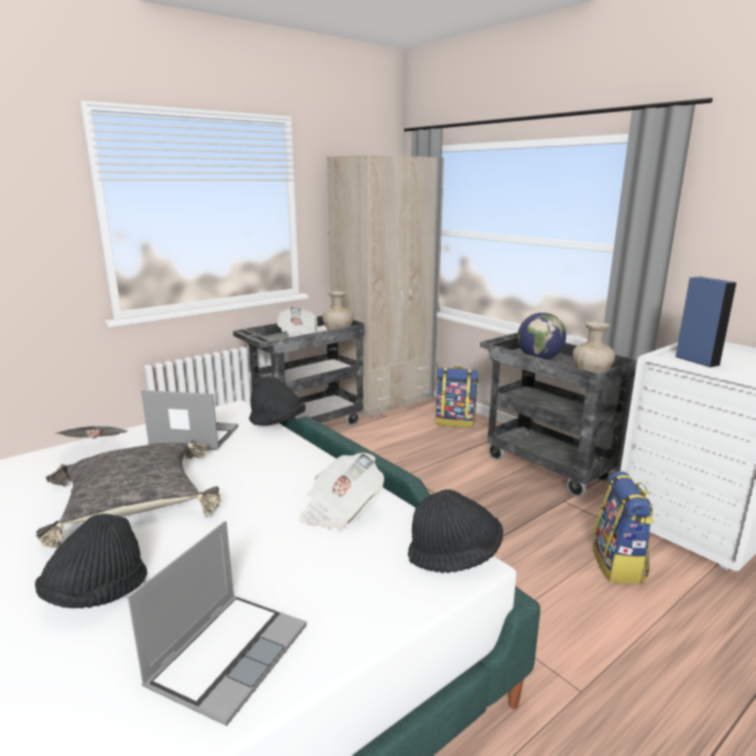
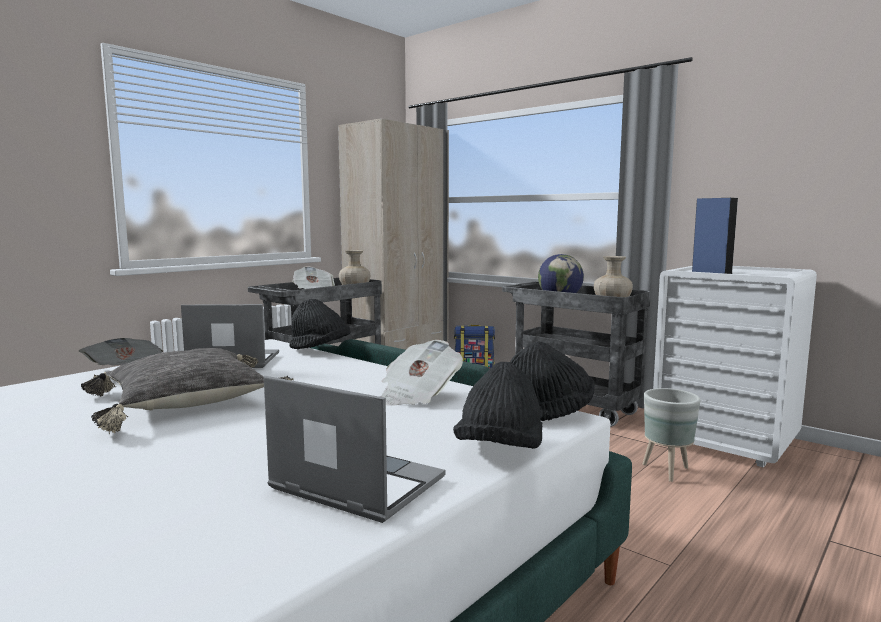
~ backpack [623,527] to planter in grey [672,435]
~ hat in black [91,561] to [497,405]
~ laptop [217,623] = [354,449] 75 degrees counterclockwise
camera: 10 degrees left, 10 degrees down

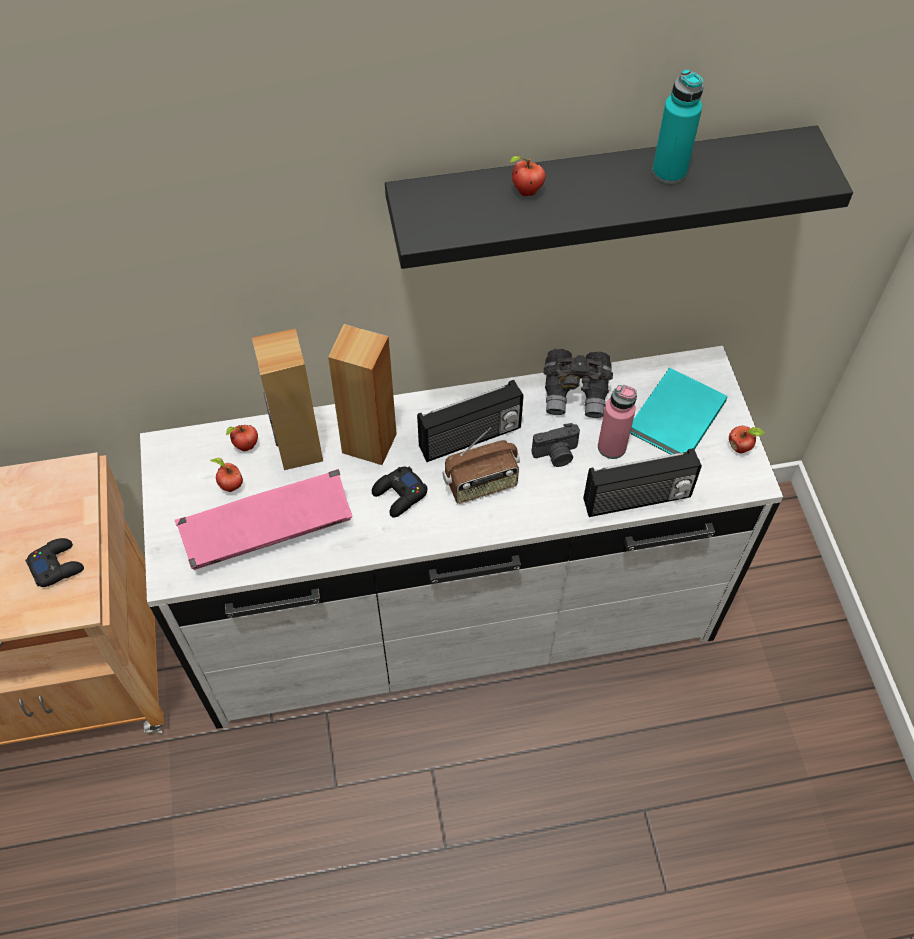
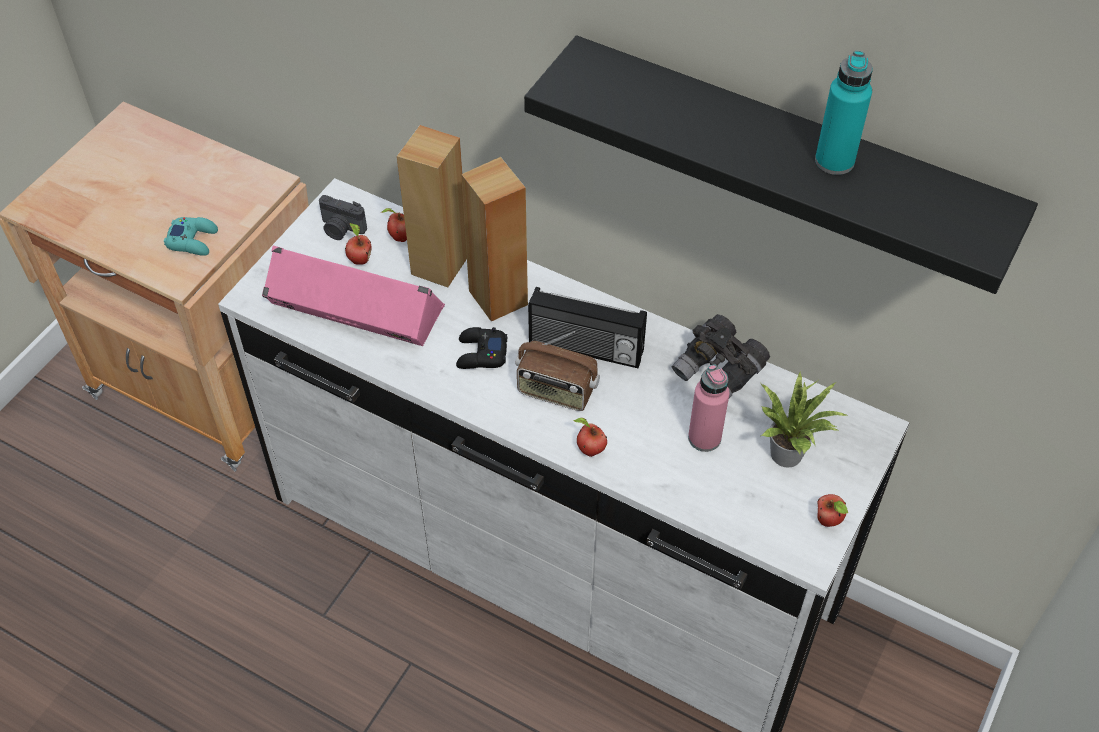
~ apple [528,176] to [590,437]
~ book in turquoise [678,411] to potted plant [804,420]
~ photo camera [555,445] to [343,217]
- radio [642,482]
~ game controller in black [54,562] to game controller in turquoise [191,236]
camera: 40 degrees right, 5 degrees down

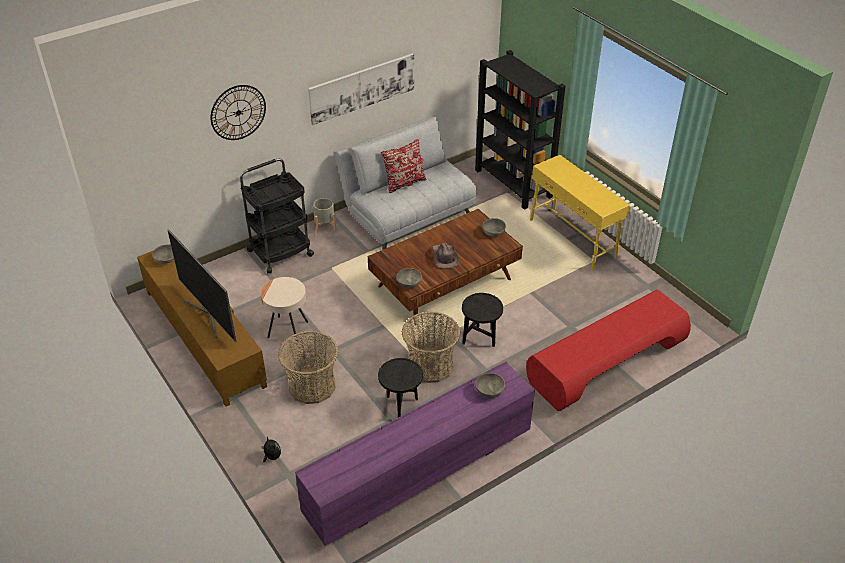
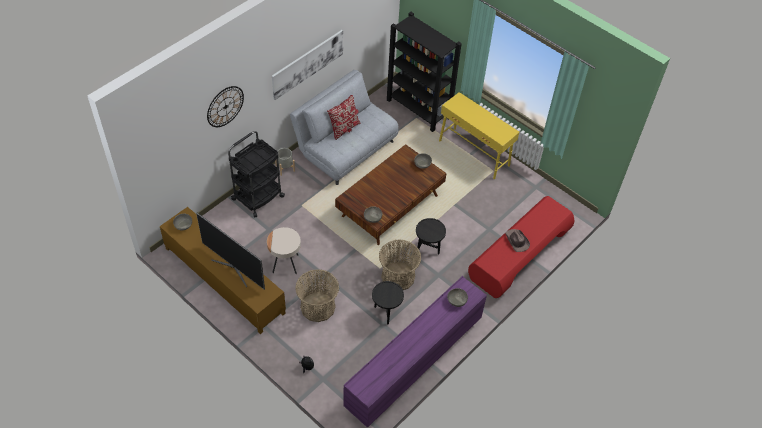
~ hat in brown [445,256] to [517,240]
camera: 15 degrees left, 10 degrees up

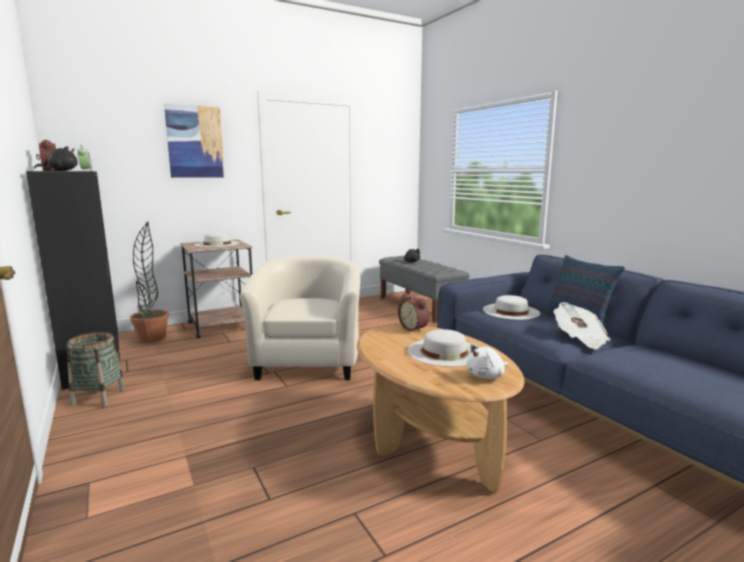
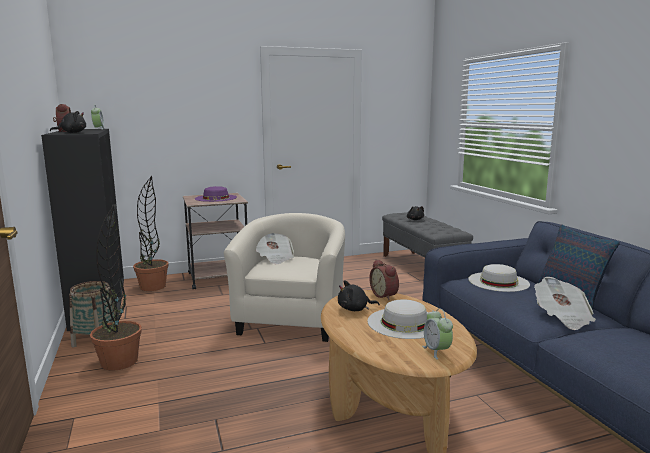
- picture [194,140]
~ hat in white [217,239] to hat in purple [216,194]
~ plush toy in white [487,361] to alarm clock [437,334]
+ potted plant [116,288]
+ newspaper [275,249]
+ plush toy in black [359,296]
camera: 10 degrees right, 0 degrees up

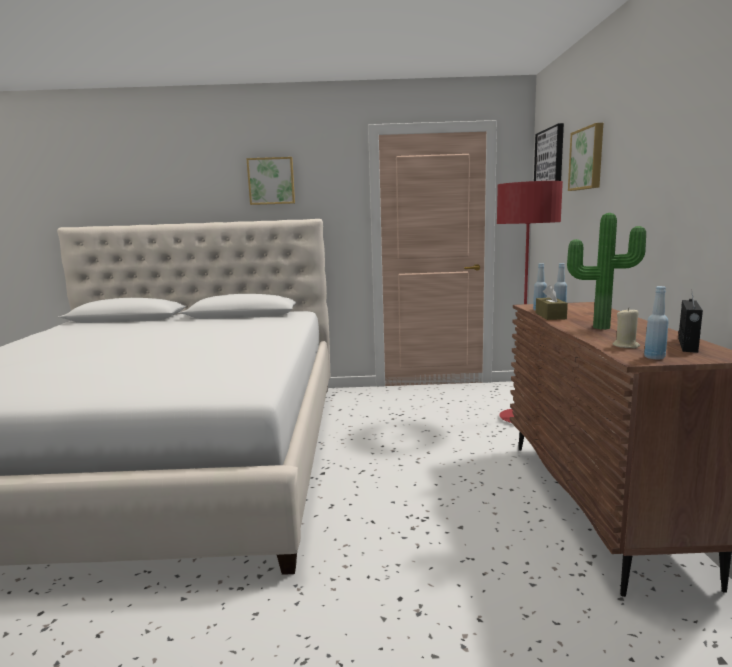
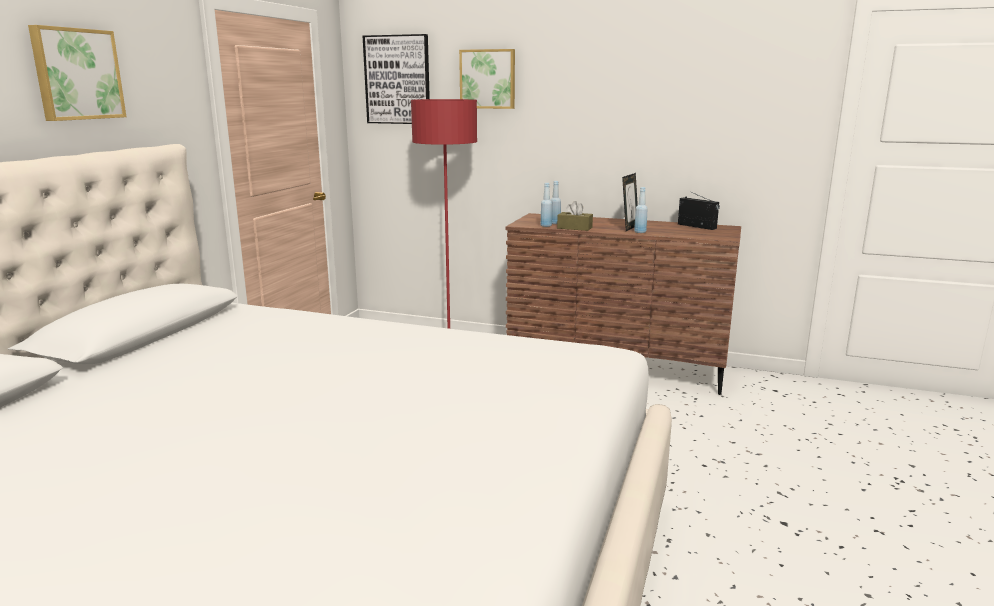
~ potted plant [606,271] to picture frame [630,202]
~ bottle in blue [656,322] to [641,210]
- candle in beige [626,328]
camera: 70 degrees left, 5 degrees up

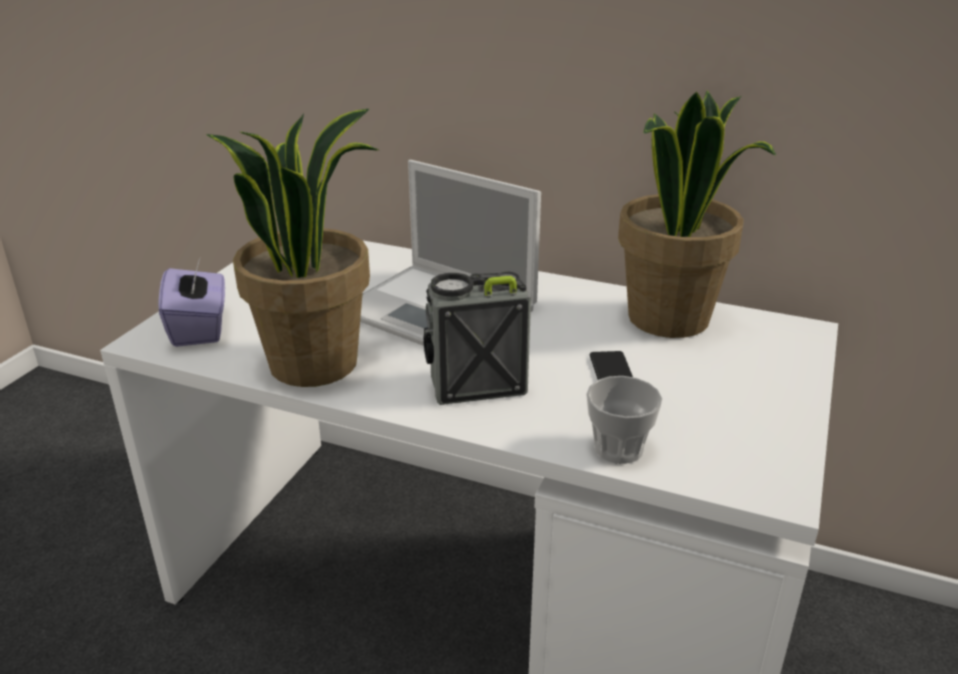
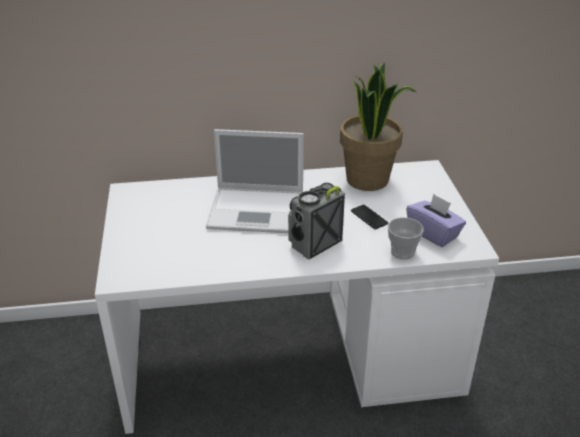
- potted plant [292,248]
~ tissue box in purple [191,301] to [436,220]
camera: 30 degrees left, 5 degrees up

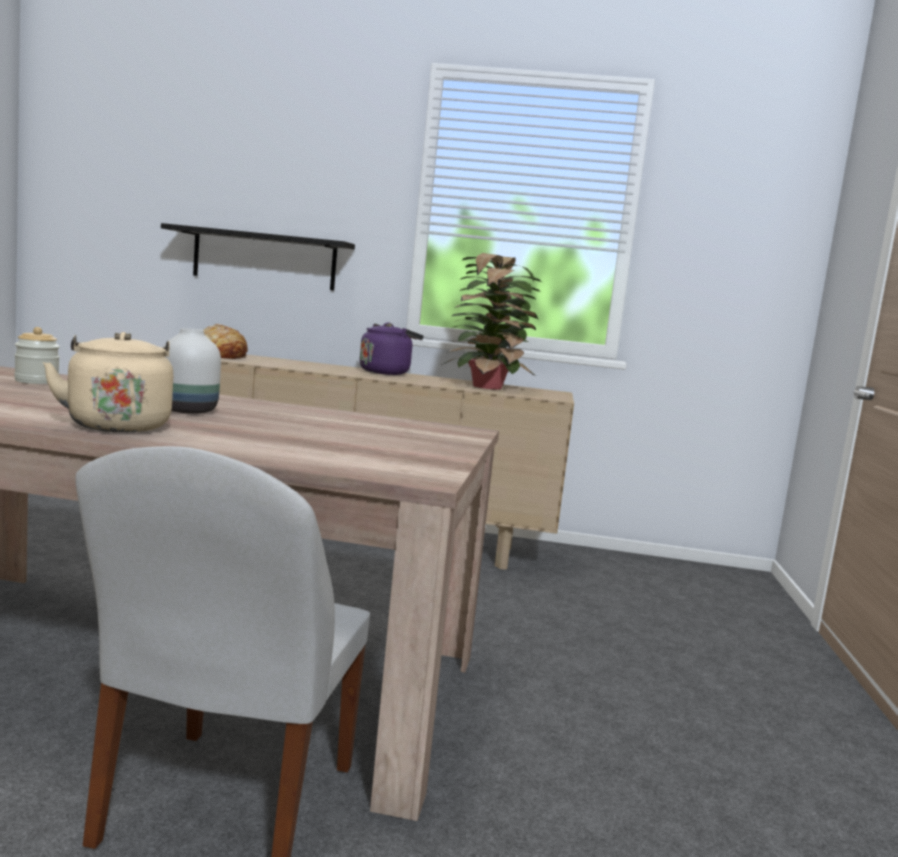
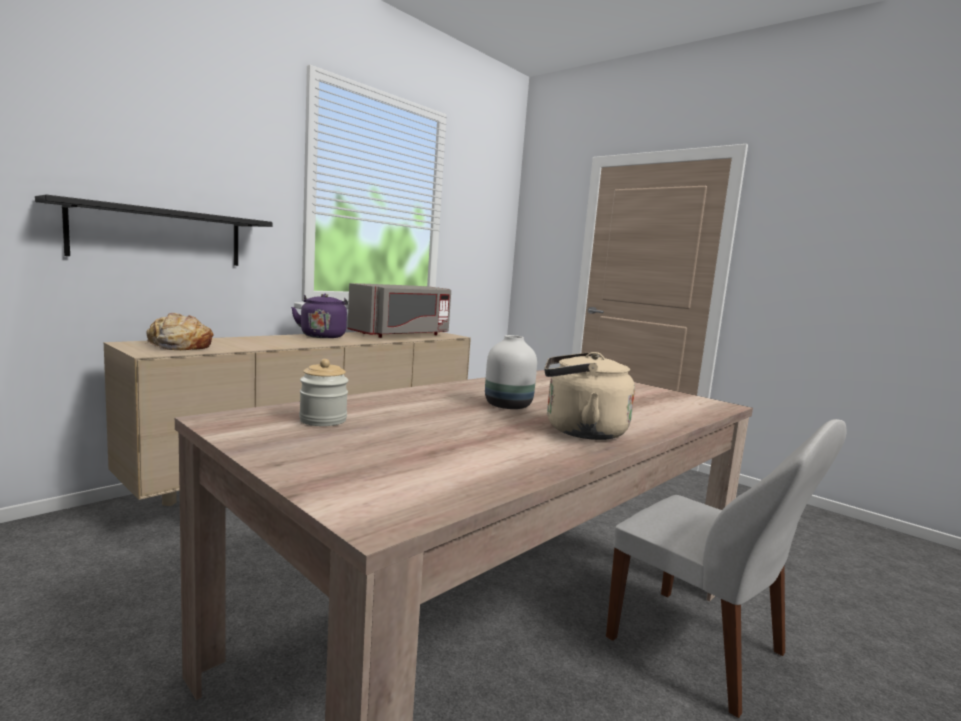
~ potted plant [491,321] to microwave in grey [399,310]
camera: 55 degrees left, 0 degrees up

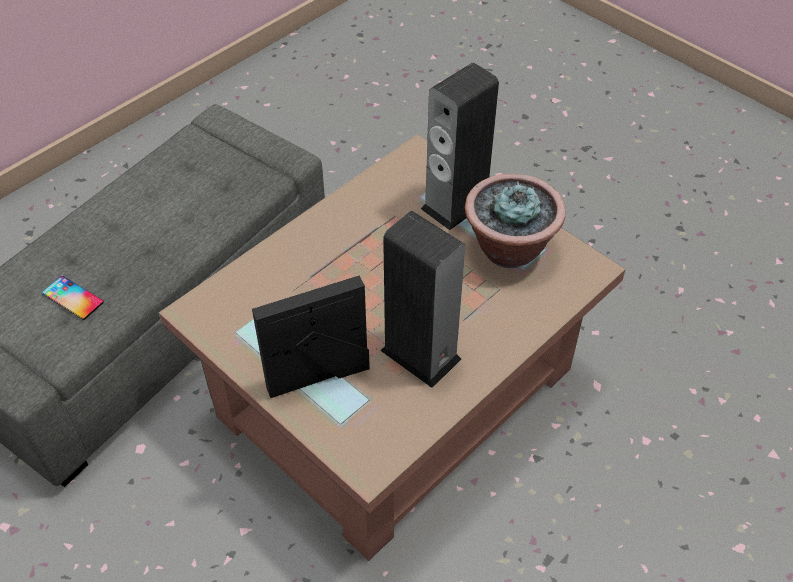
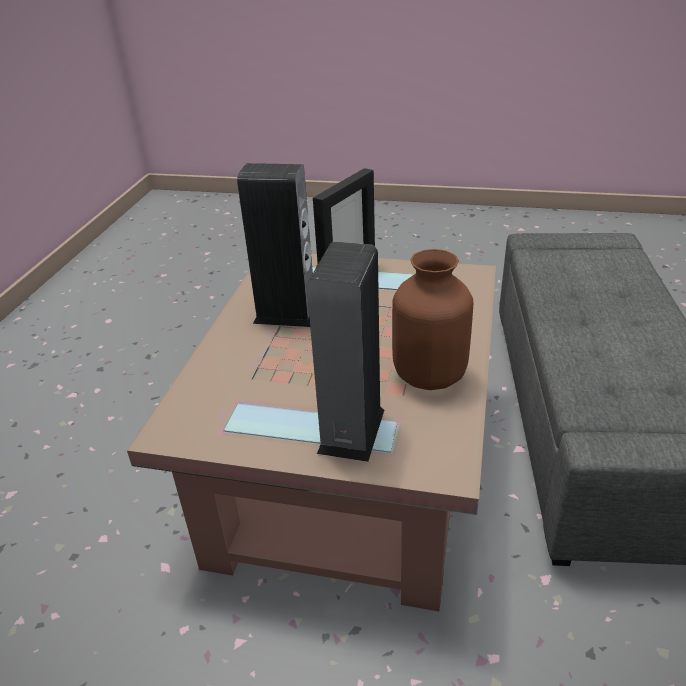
- potted plant [515,221]
- phone [73,298]
+ vase in brown [432,319]
camera: 150 degrees right, 15 degrees down

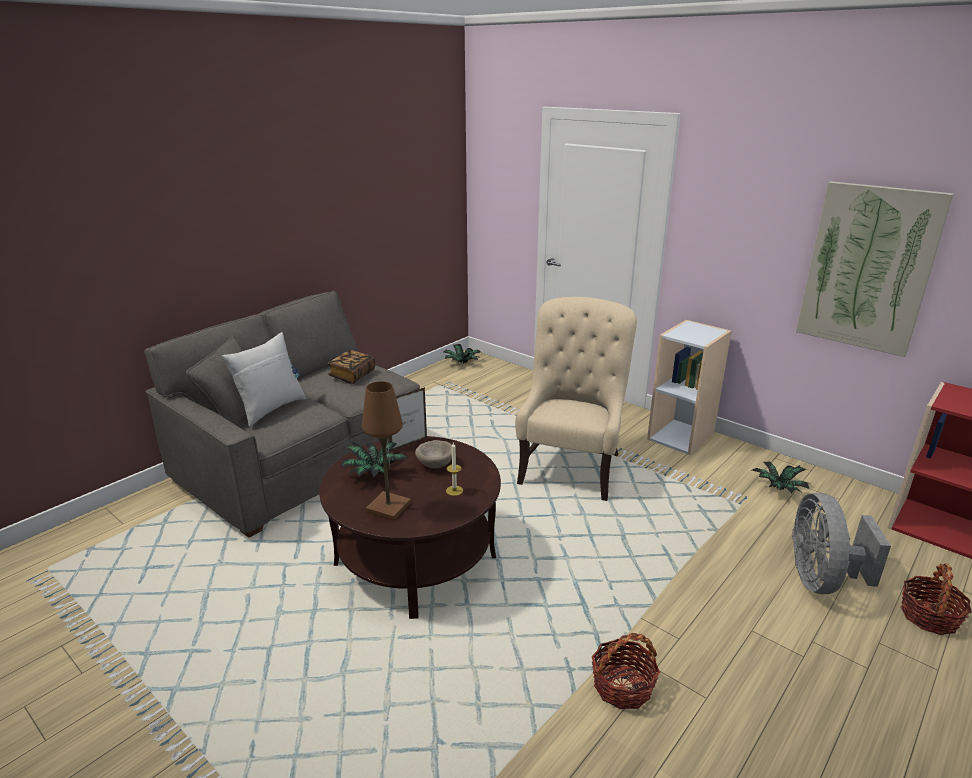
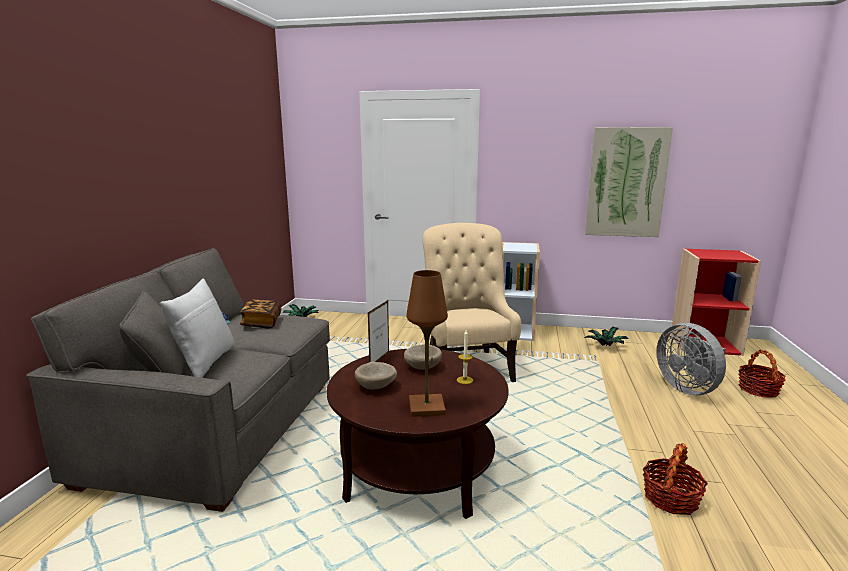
~ potted plant [375,459] to bowl in beige [376,376]
camera: 30 degrees left, 10 degrees down

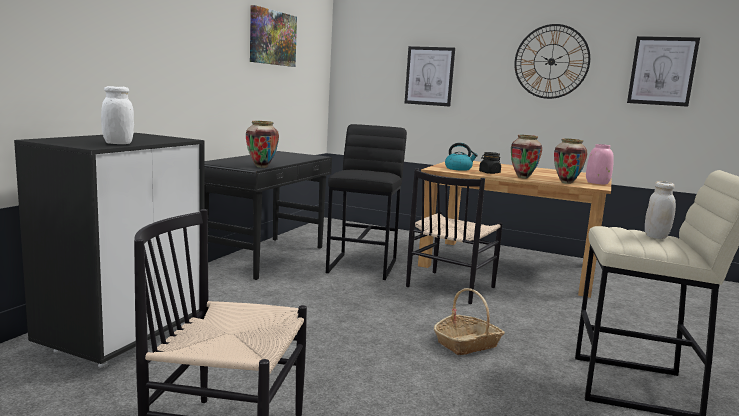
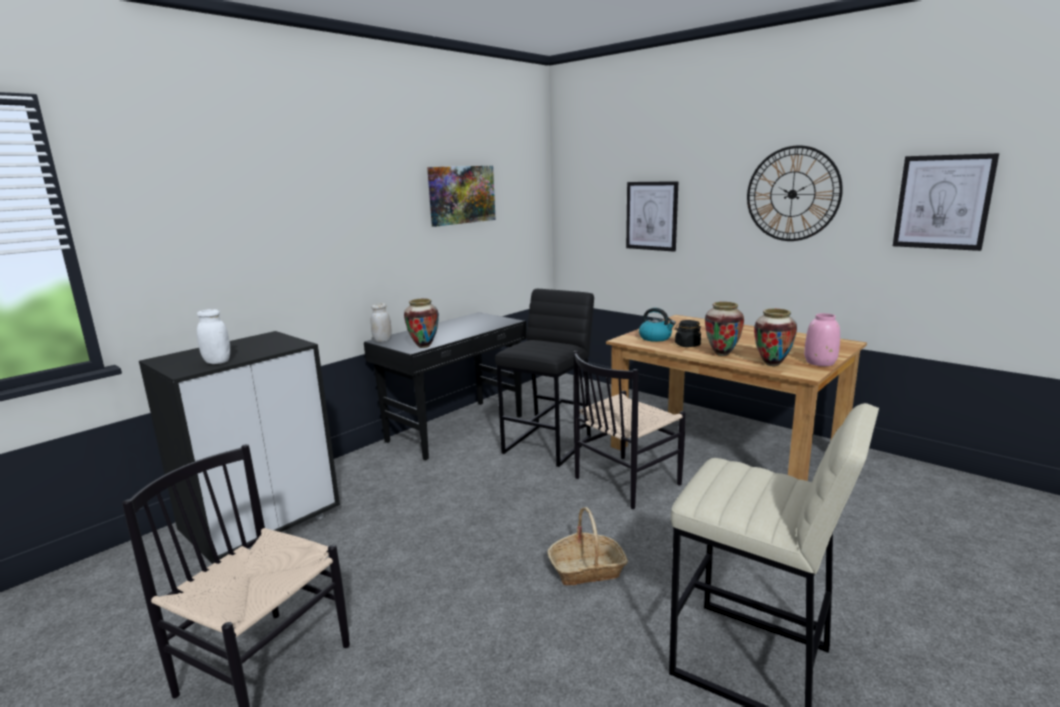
~ jar in white [660,210] to [381,322]
camera: 20 degrees right, 5 degrees up

